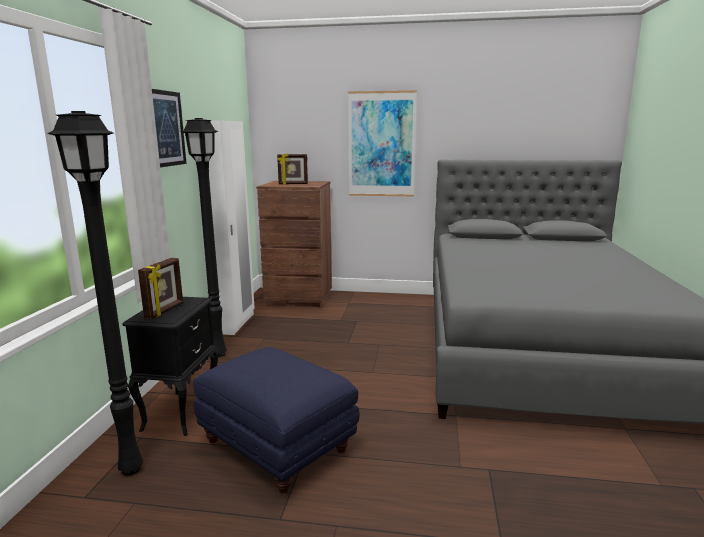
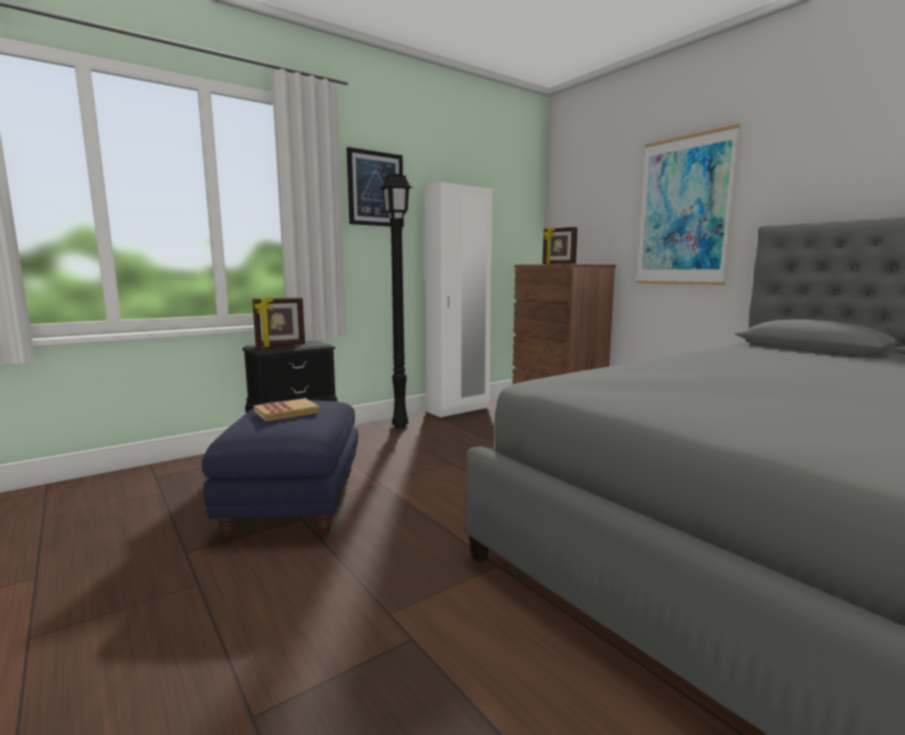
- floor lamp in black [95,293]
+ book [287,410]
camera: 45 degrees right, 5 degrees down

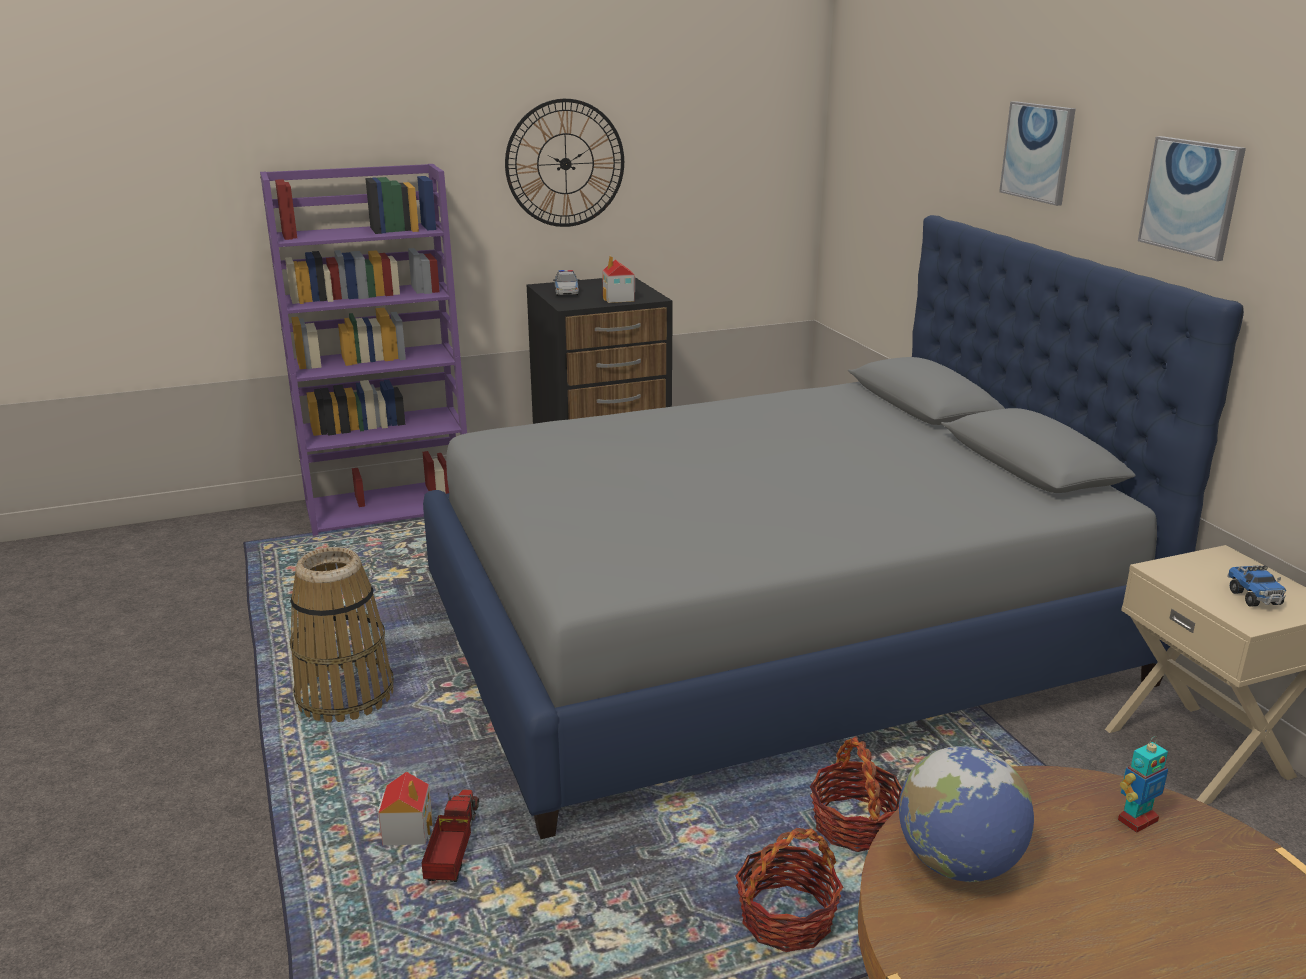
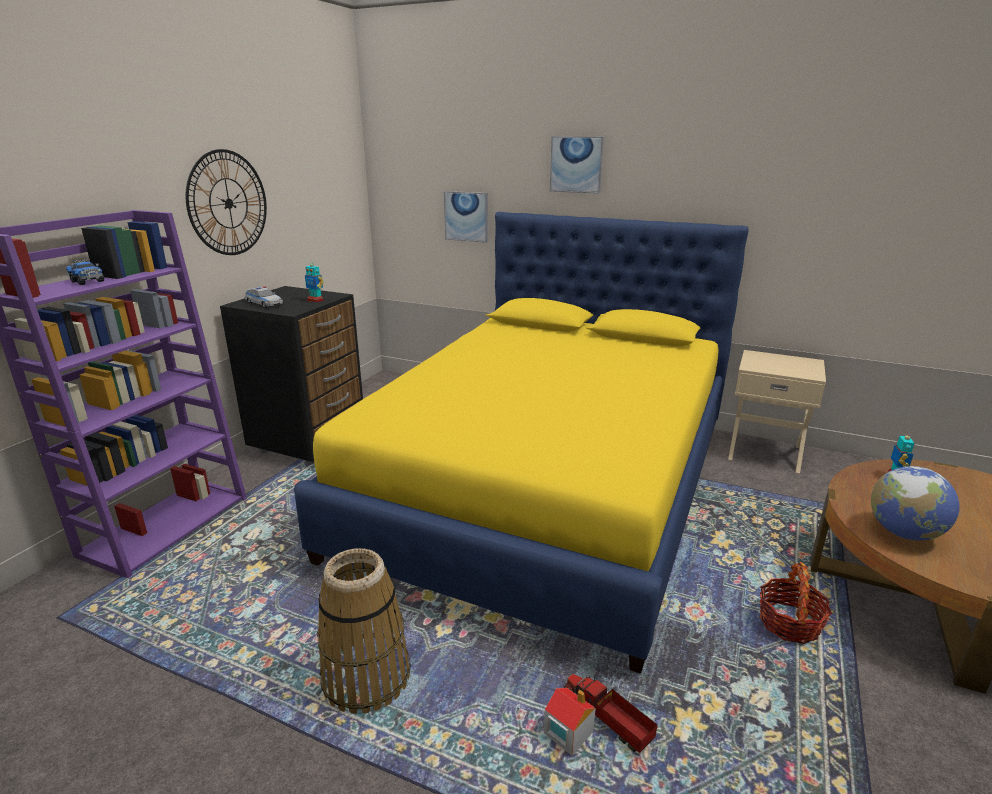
~ picture [1192,198] to [466,217]
~ bed in grey [833,527] to bed in yellow [521,443]
~ toy house [618,279] to toy robot [314,283]
~ toy truck [1256,586] to [85,272]
- basket [856,794]
camera: 45 degrees left, 0 degrees up

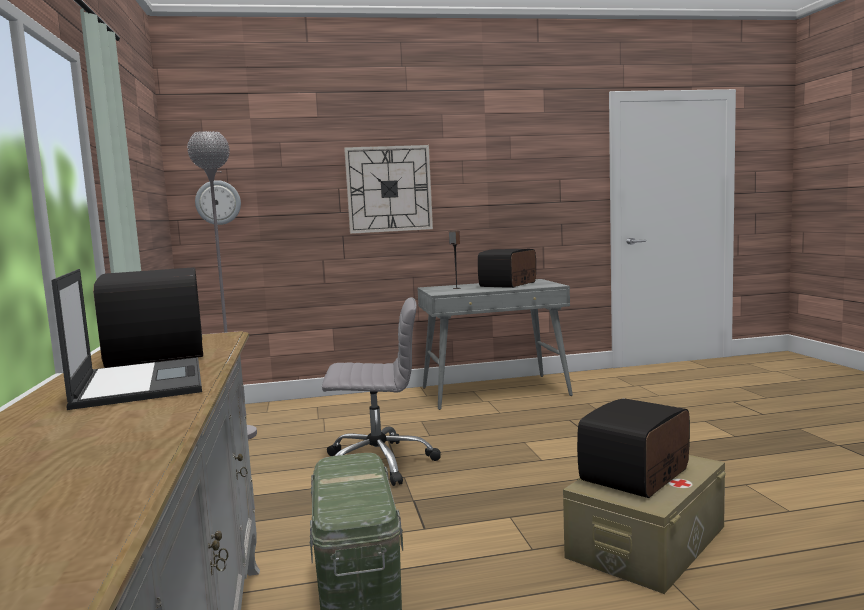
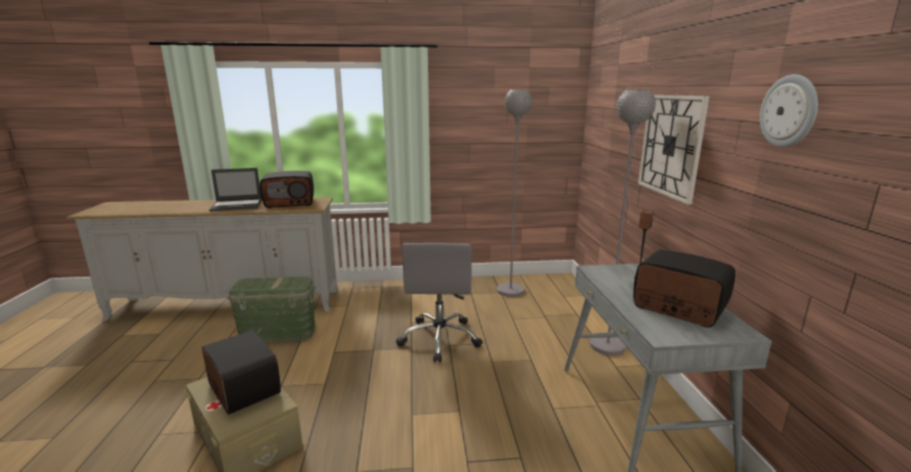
~ wall clock [218,202] to [789,110]
+ floor lamp in grey [623,223]
camera: 95 degrees right, 10 degrees up

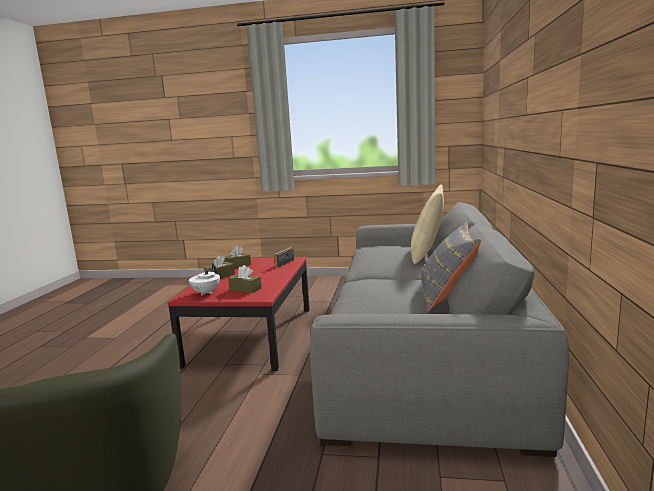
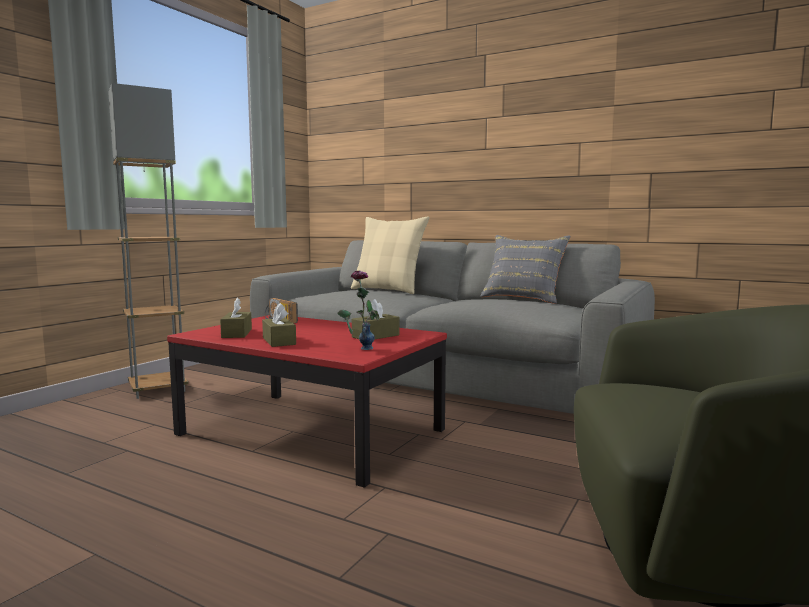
~ teapot in white [204,279] to vase [358,310]
+ floor lamp in grey [148,241]
camera: 70 degrees left, 5 degrees down

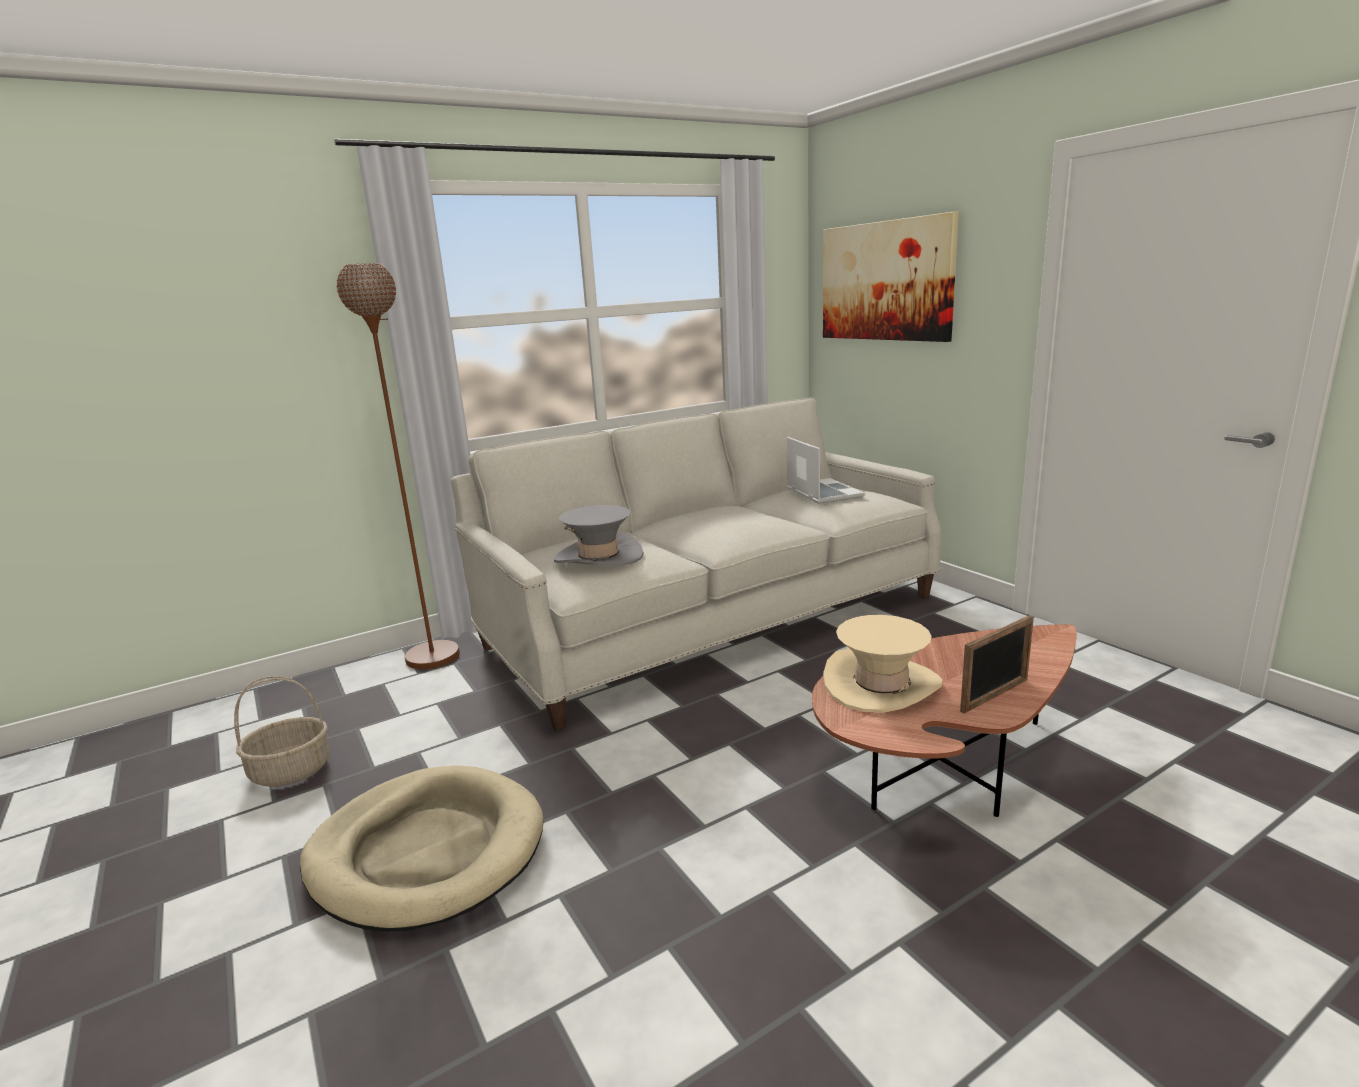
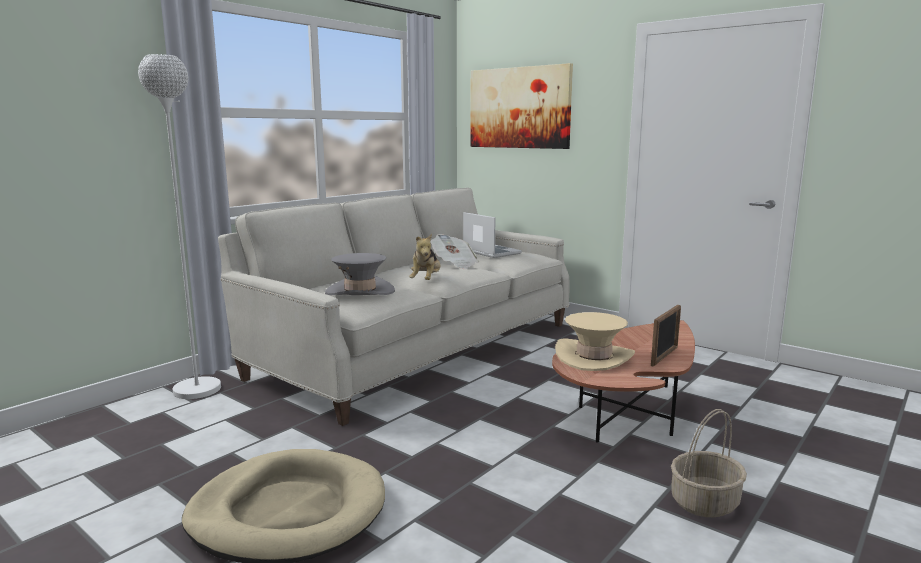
~ floor lamp in brown [398,466] to floor lamp in white [179,226]
~ basket [282,731] to [709,463]
+ plush toy [425,257]
+ newspaper [455,251]
camera: 20 degrees left, 5 degrees down

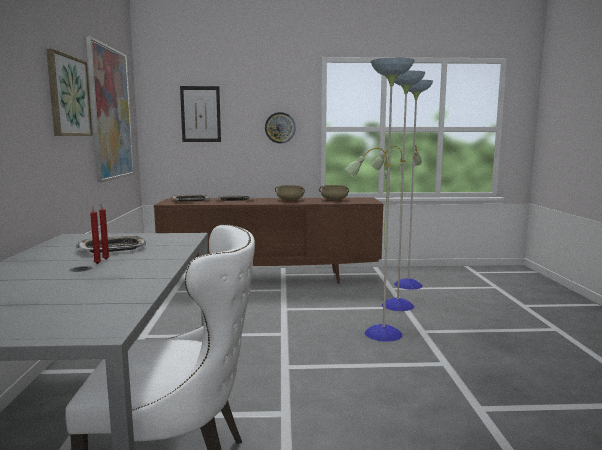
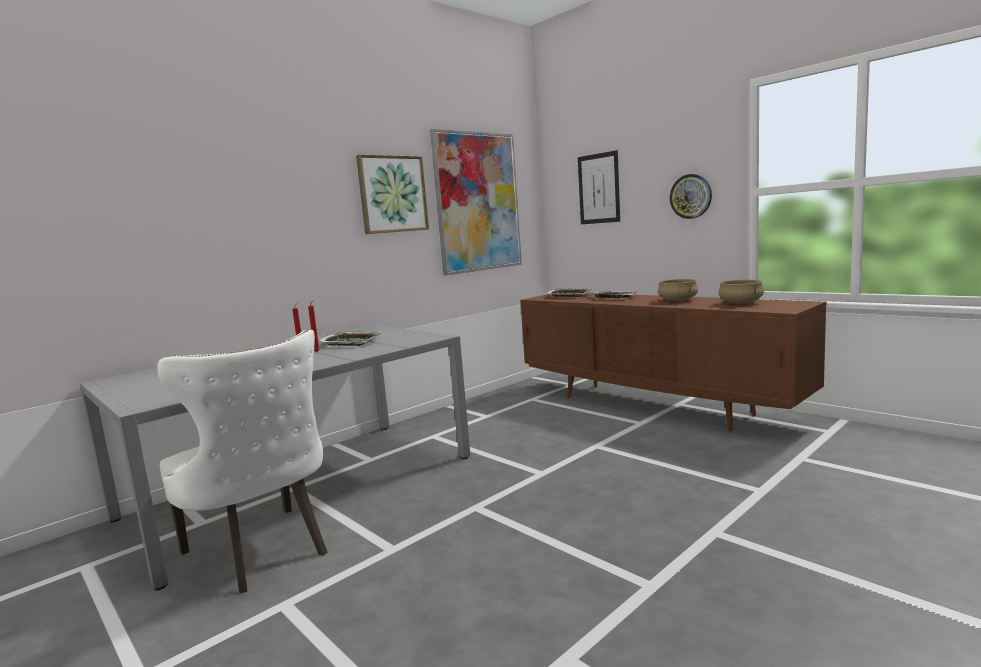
- floor lamp [389,199]
camera: 50 degrees right, 0 degrees up

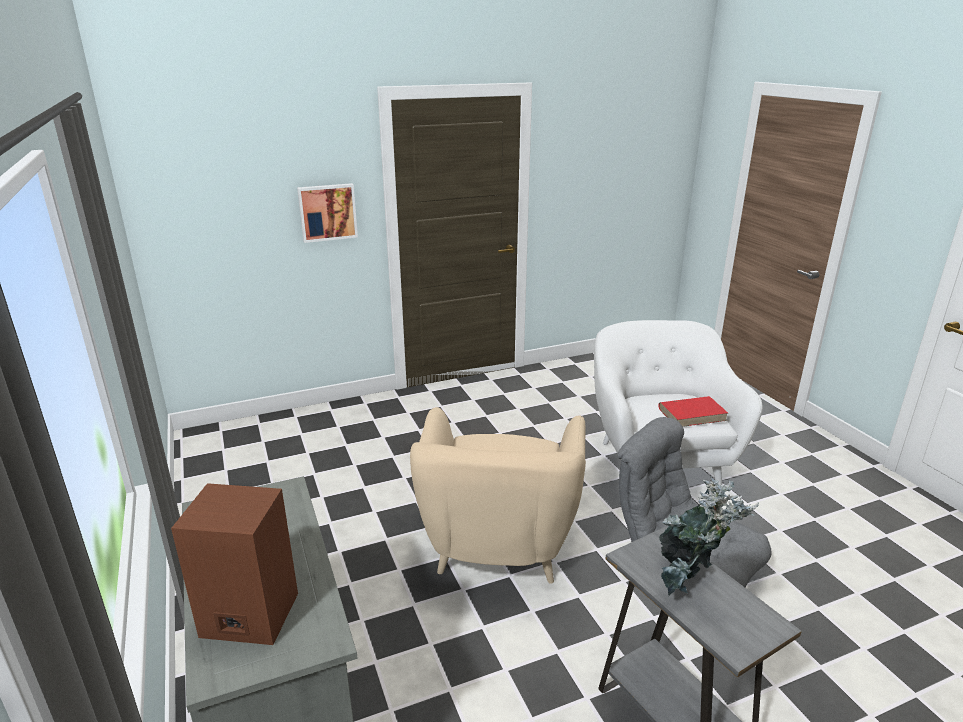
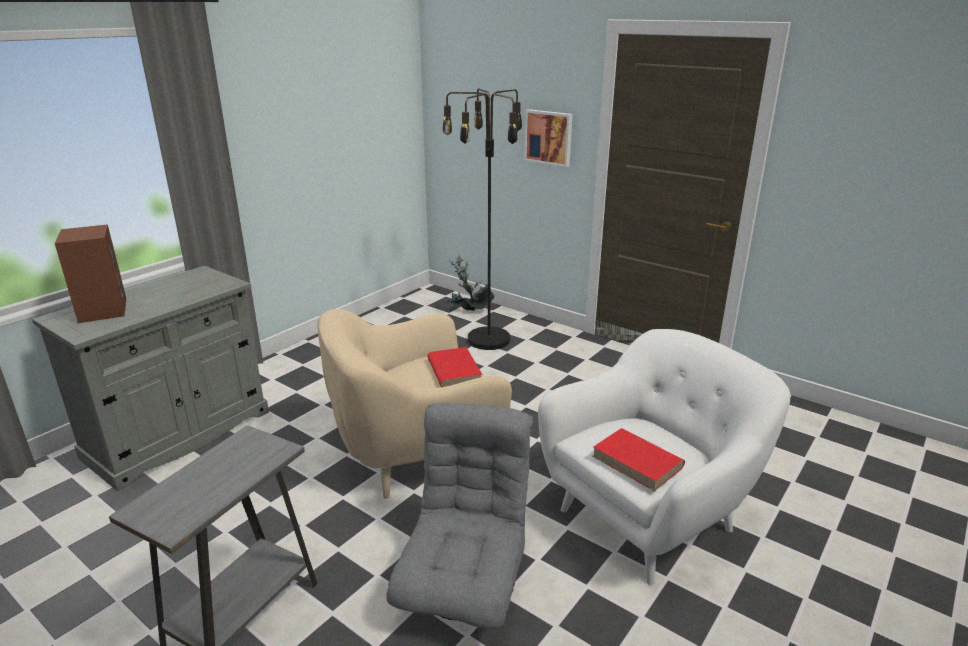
~ potted plant [709,536] to [470,283]
+ floor lamp [482,219]
+ book in red [454,367]
camera: 60 degrees right, 0 degrees up

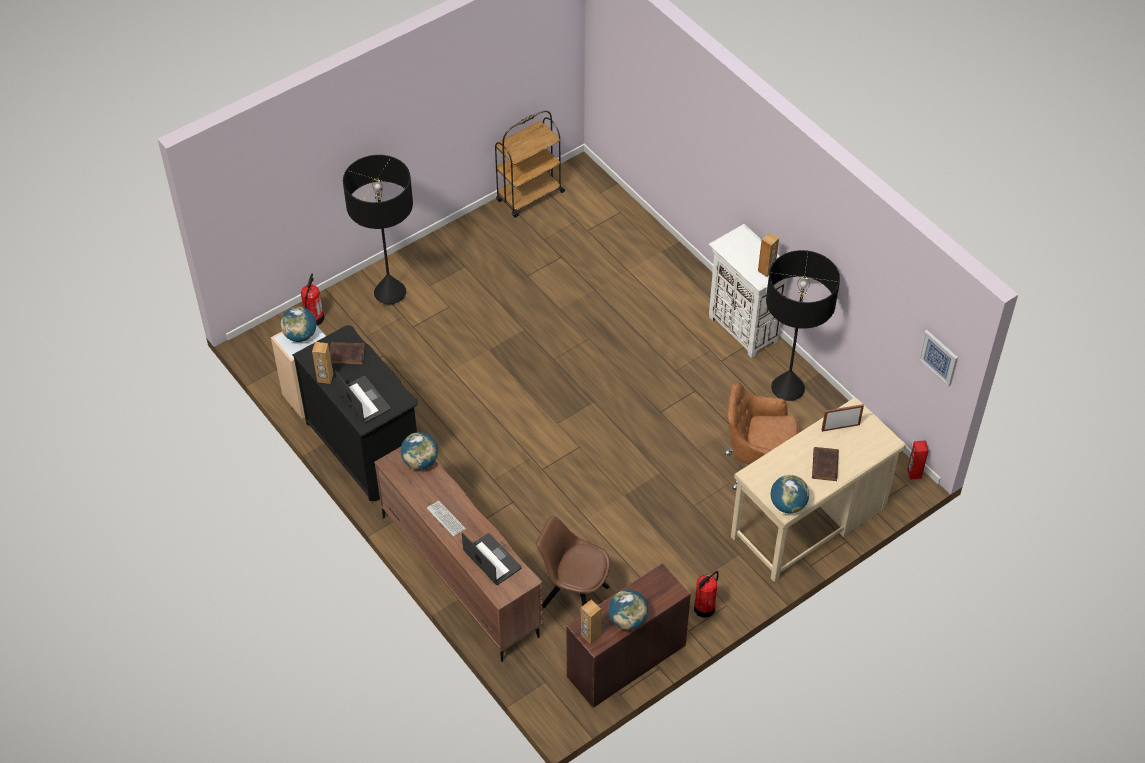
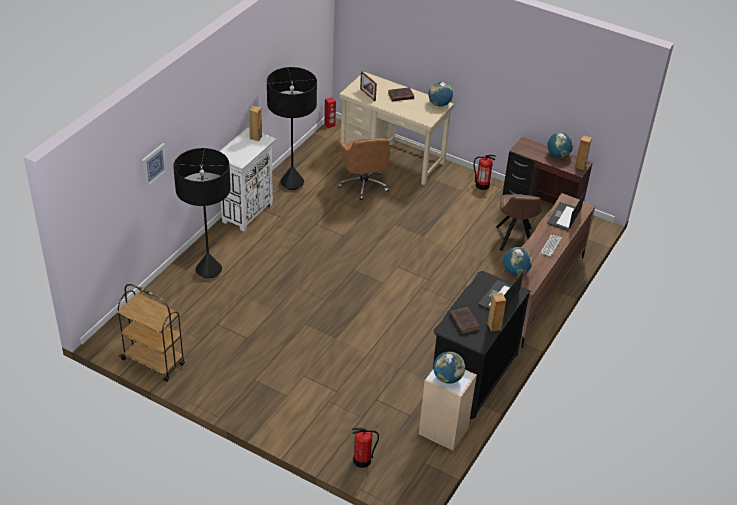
~ floor lamp in black [378,229] to [202,213]
~ picture [938,358] to [155,165]
camera: 115 degrees left, 10 degrees down

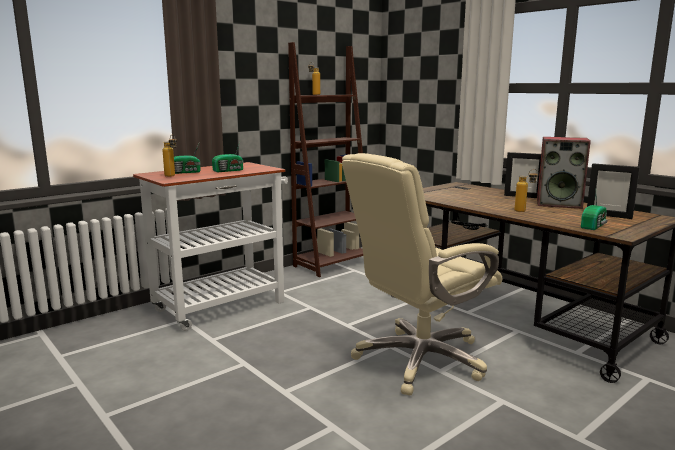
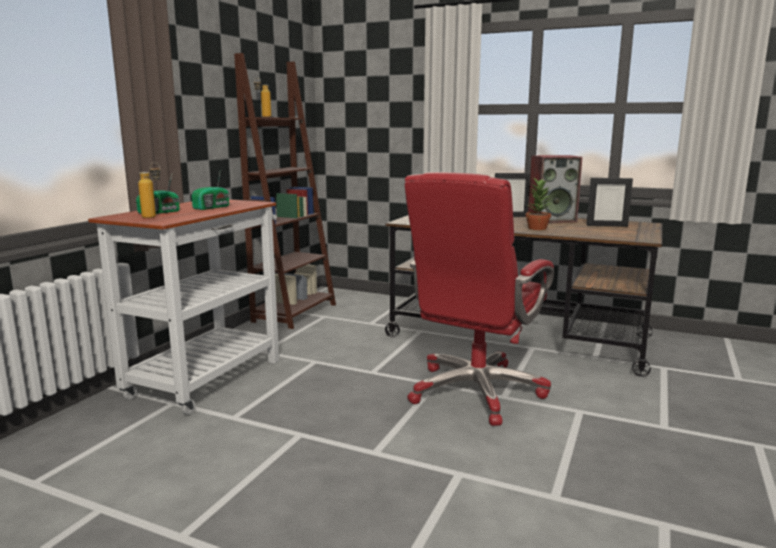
~ office chair in beige [422,274] to office chair in red [479,299]
~ bottle [526,190] to potted plant [539,204]
- radio [594,212]
camera: 25 degrees left, 0 degrees up

